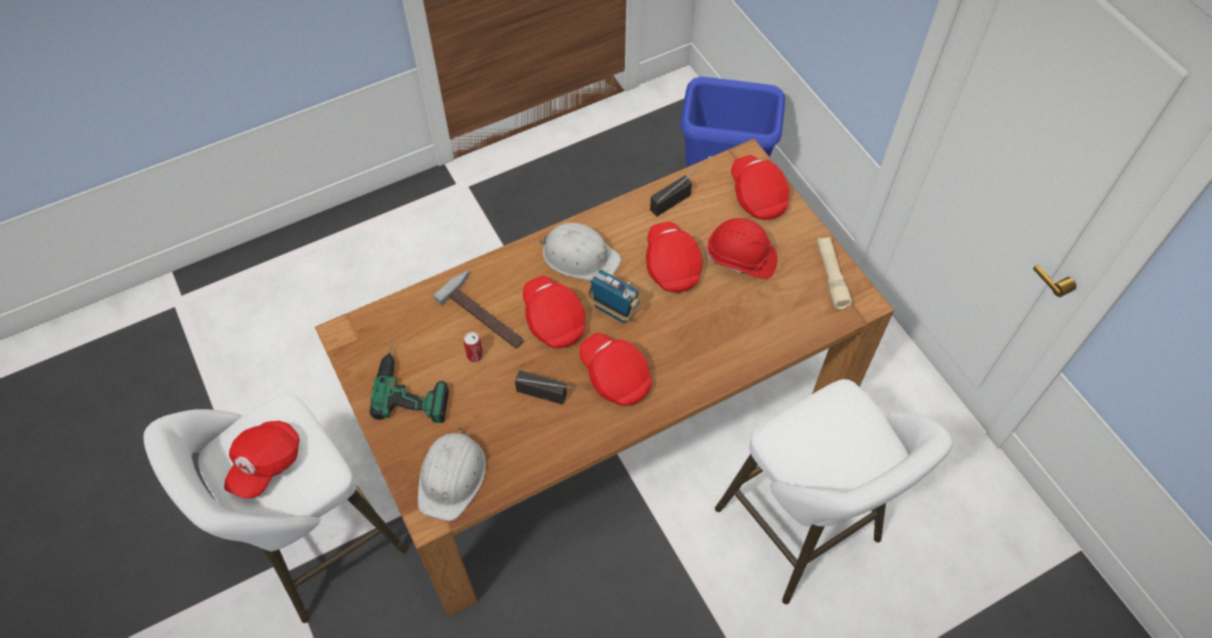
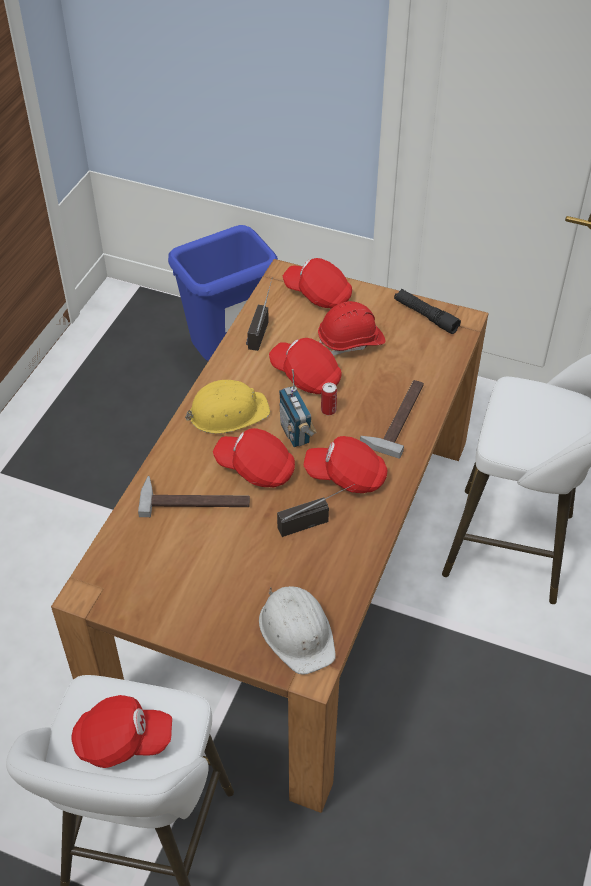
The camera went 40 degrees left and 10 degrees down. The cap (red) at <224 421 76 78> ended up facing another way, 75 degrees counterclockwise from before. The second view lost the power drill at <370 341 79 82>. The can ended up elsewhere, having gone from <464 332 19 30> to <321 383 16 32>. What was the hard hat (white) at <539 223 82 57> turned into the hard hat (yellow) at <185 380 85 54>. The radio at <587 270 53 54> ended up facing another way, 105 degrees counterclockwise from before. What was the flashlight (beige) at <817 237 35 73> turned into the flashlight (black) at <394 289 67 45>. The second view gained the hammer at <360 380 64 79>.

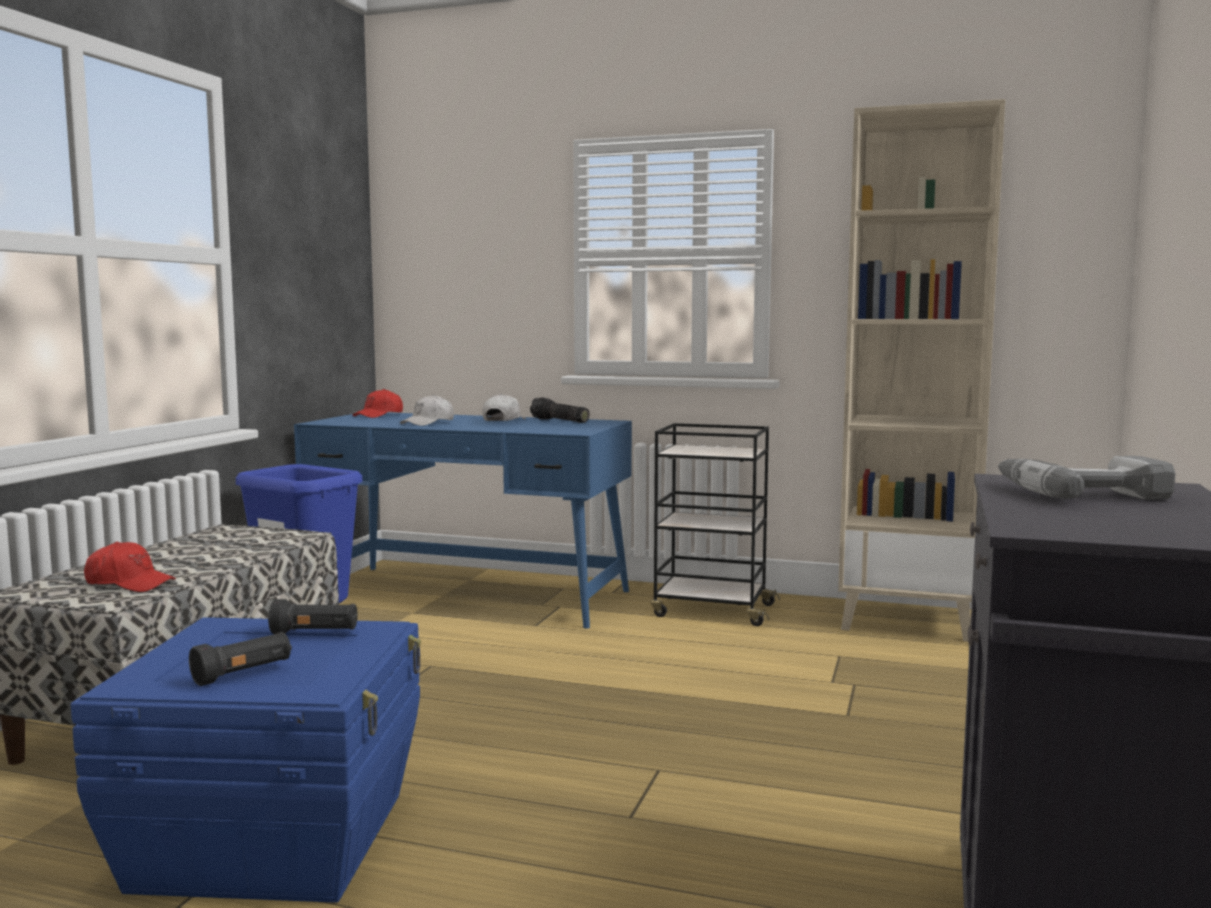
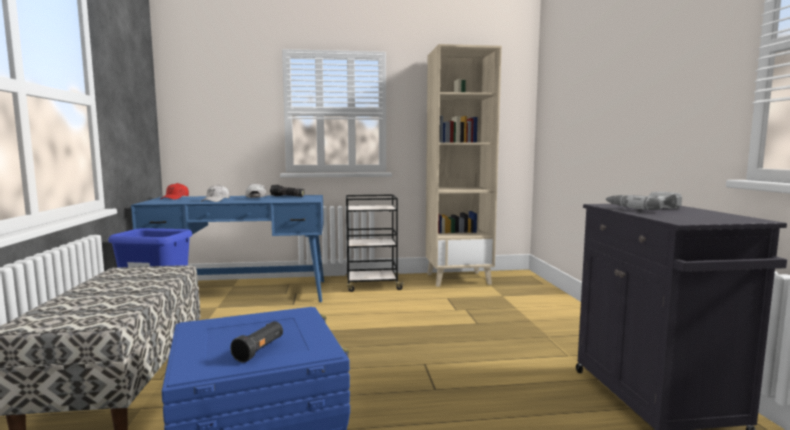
The camera went 25 degrees left and 0 degrees up. The second view lost the cap (red) at <84 541 92 51>. The second view lost the flashlight (black) at <268 599 90 35>.

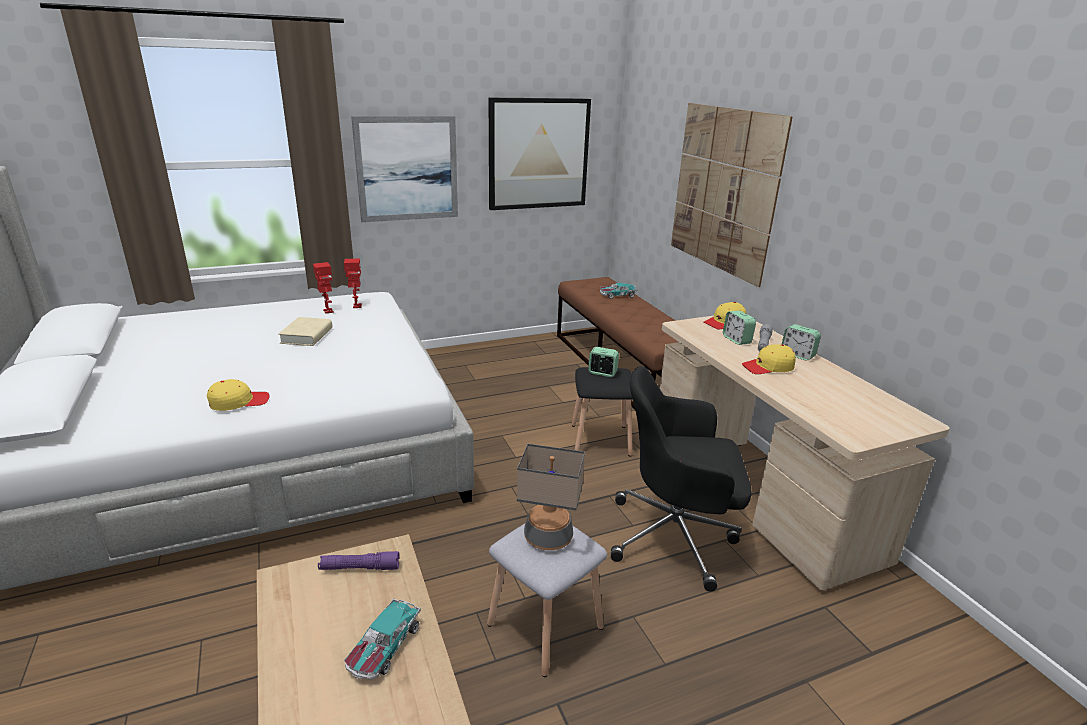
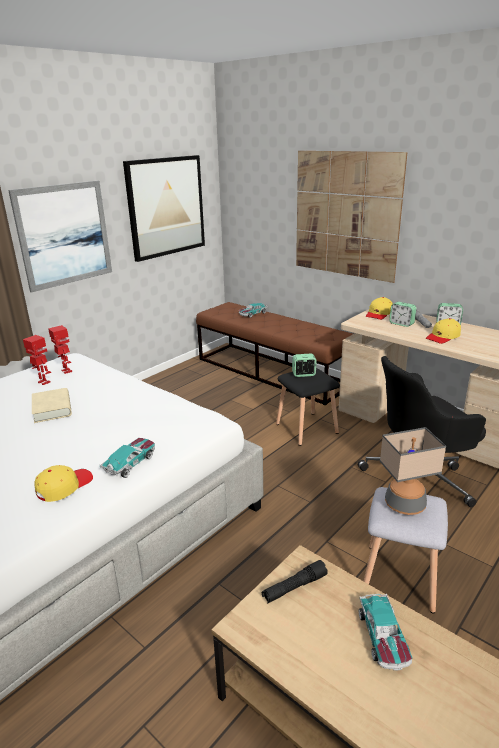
The camera went 25 degrees left and 0 degrees up. What was the flashlight (purple) at <318 551 82 19> turned into the flashlight (black) at <262 560 66 43>. The second view gained the toy car at <100 438 55 40>.

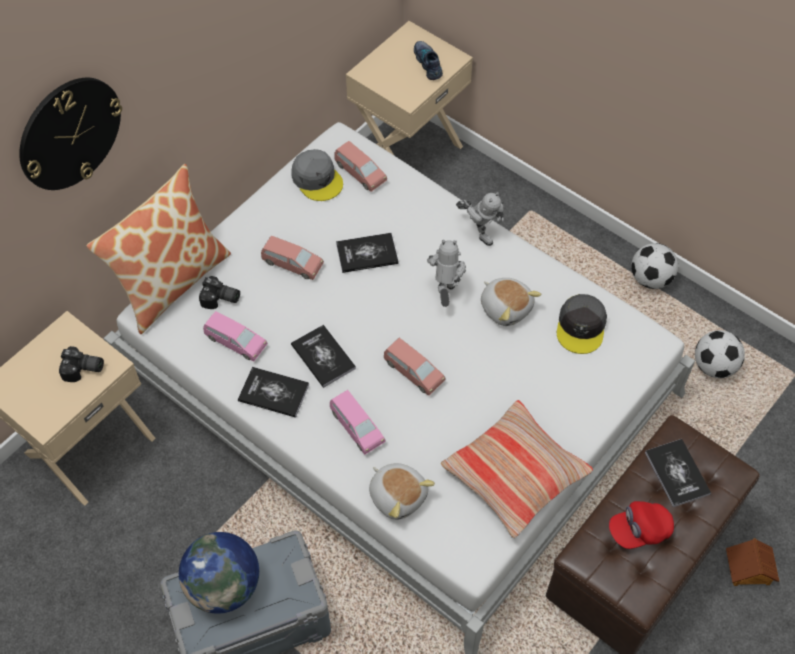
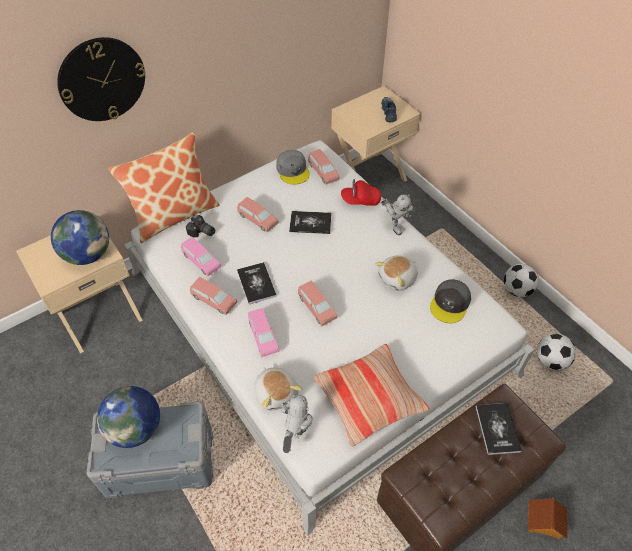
The camera went 15 degrees right and 5 degrees down. Where the photo camera stood at <59 346 45 36>, the globe came to stand at <51 210 58 55>. Where the book stood at <238 367 71 51>, the toy car (pink) came to stand at <190 277 47 38>. The toy robot ended up elsewhere, having gone from <427 240 39 67> to <281 394 32 59>. The plush toy at <481 278 61 48> ended up facing another way, 75 degrees clockwise from before. The cap (red) ended up elsewhere, having gone from <609 501 65 48> to <341 179 40 27>.

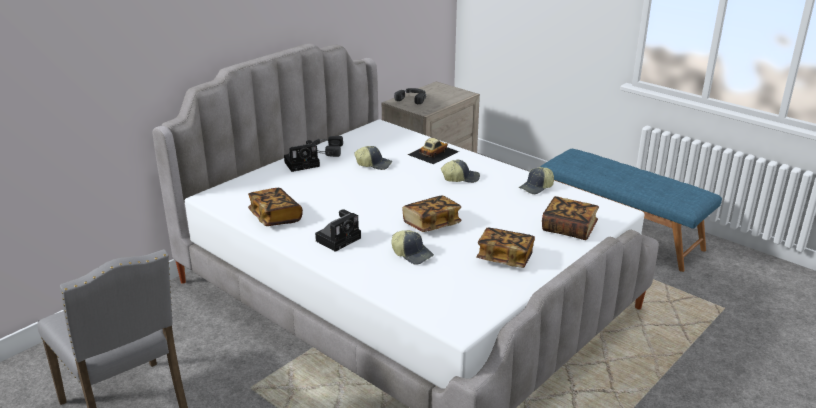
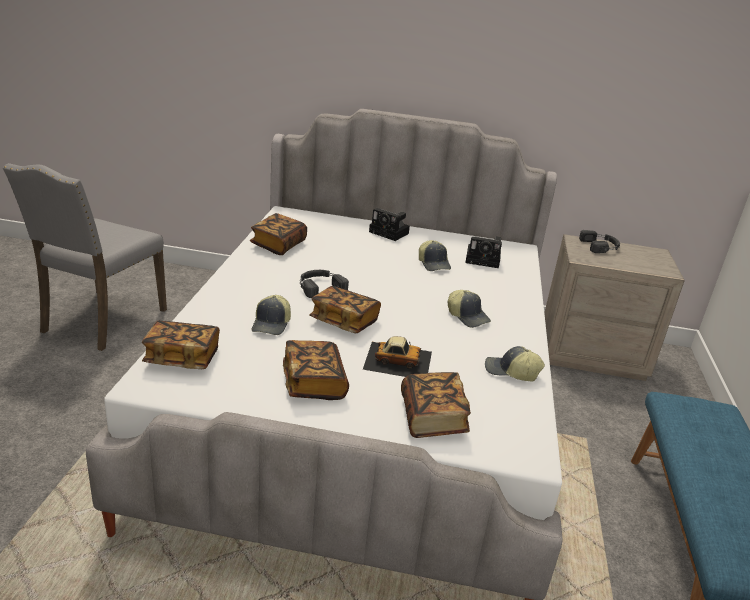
The camera went 55 degrees right and 0 degrees up. The headphones (black) ended up elsewhere, having gone from <313 136 30 21> to <300 270 49 28>. The photo camera ended up elsewhere, having gone from <315 209 46 43> to <465 236 37 32>. The toy car ended up elsewhere, having gone from <407 138 52 26> to <363 336 69 41>. The second view gained the book at <142 321 78 48>.

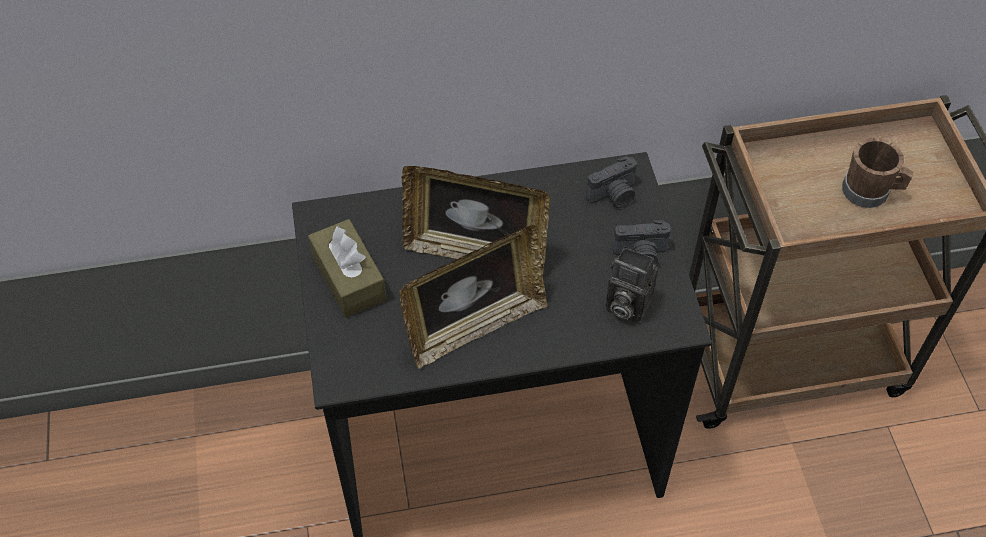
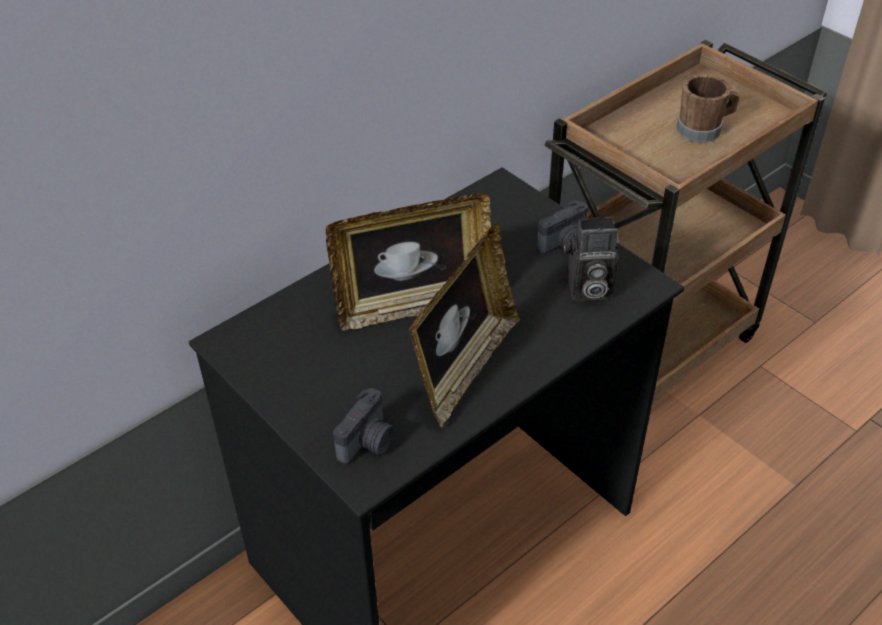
The camera went 30 degrees left and 10 degrees down. The second view lost the tissue box (brown) at <308 219 79 98>. The photo camera ended up elsewhere, having gone from <586 156 51 52> to <333 388 62 77>.

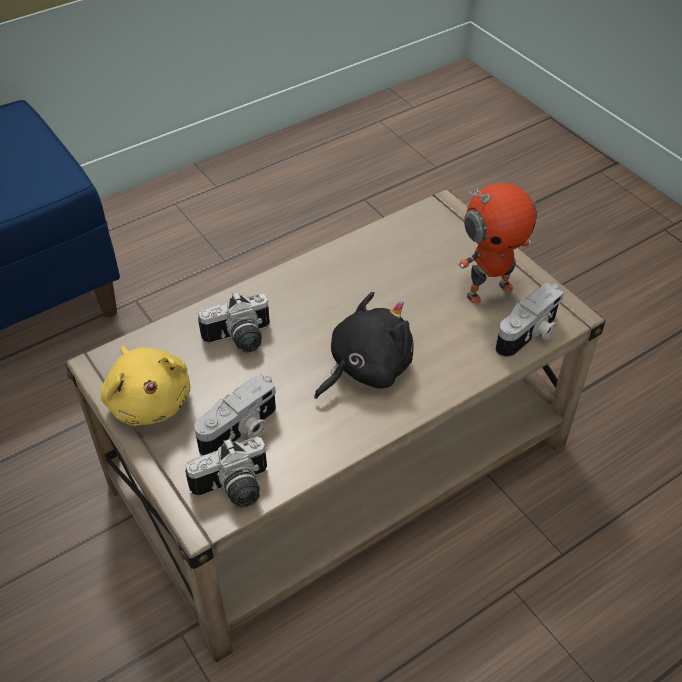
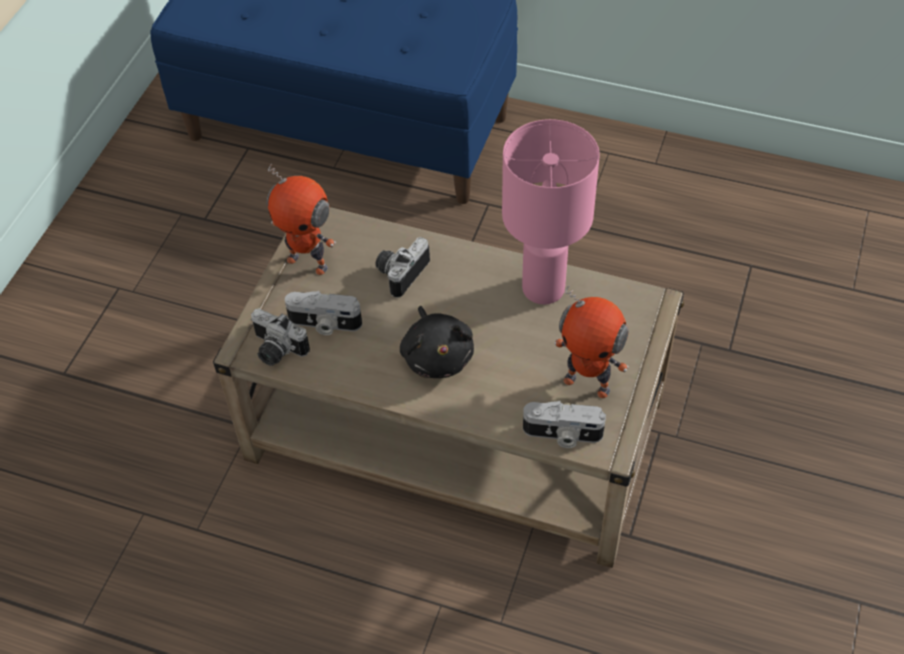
The camera went 55 degrees right and 5 degrees up. Where the plush toy (yellow) stood at <101 346 89 80>, the toy robot came to stand at <267 164 69 111>. The photo camera at <198 291 72 62> ended up facing another way, 90 degrees clockwise from before. The plush toy (black) at <314 292 99 107> ended up facing another way, 60 degrees clockwise from before. The second view gained the table lamp (pink) at <502 119 98 186>.

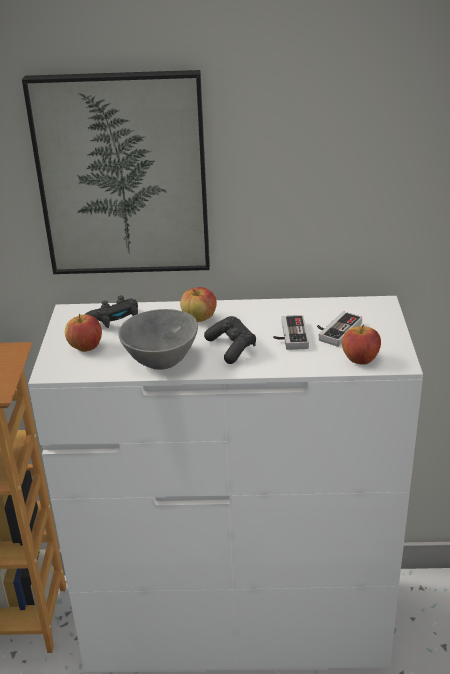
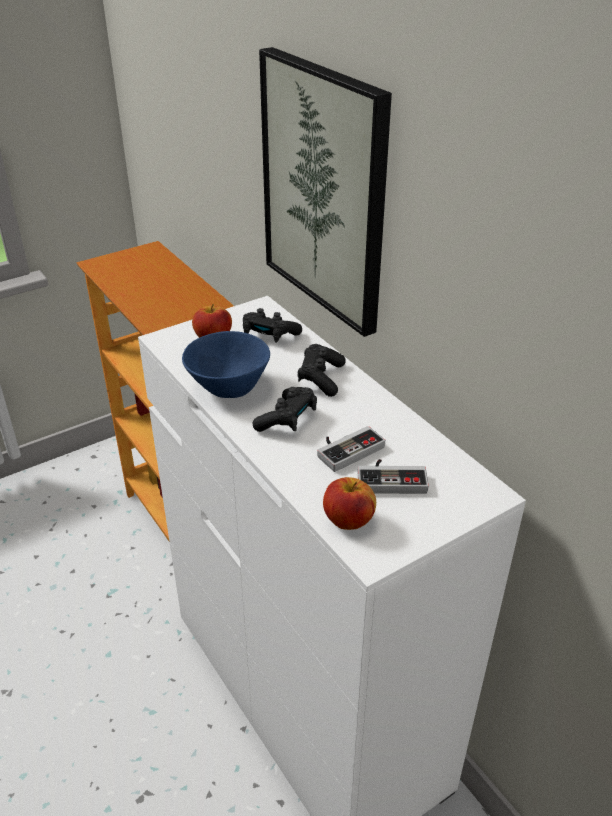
The camera went 55 degrees right and 5 degrees up. What was the bowl (grey) at <118 309 80 61> turned into the bowl (blue) at <182 331 88 67>. Where the apple stood at <180 287 37 35>, the game controller (black) came to stand at <297 344 48 53>.

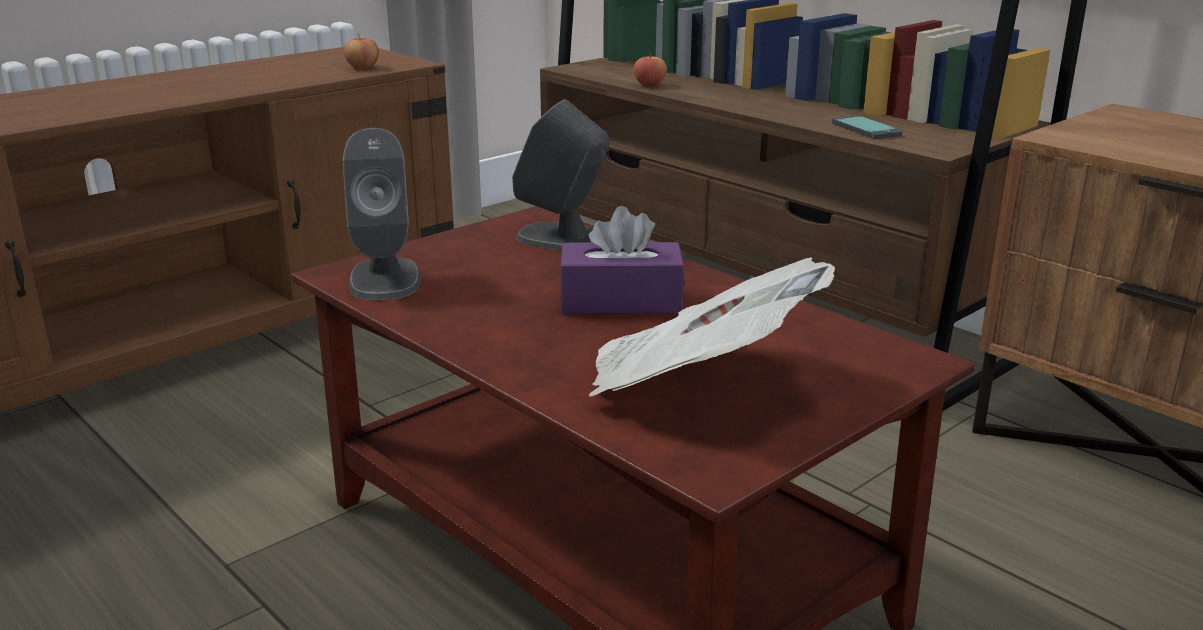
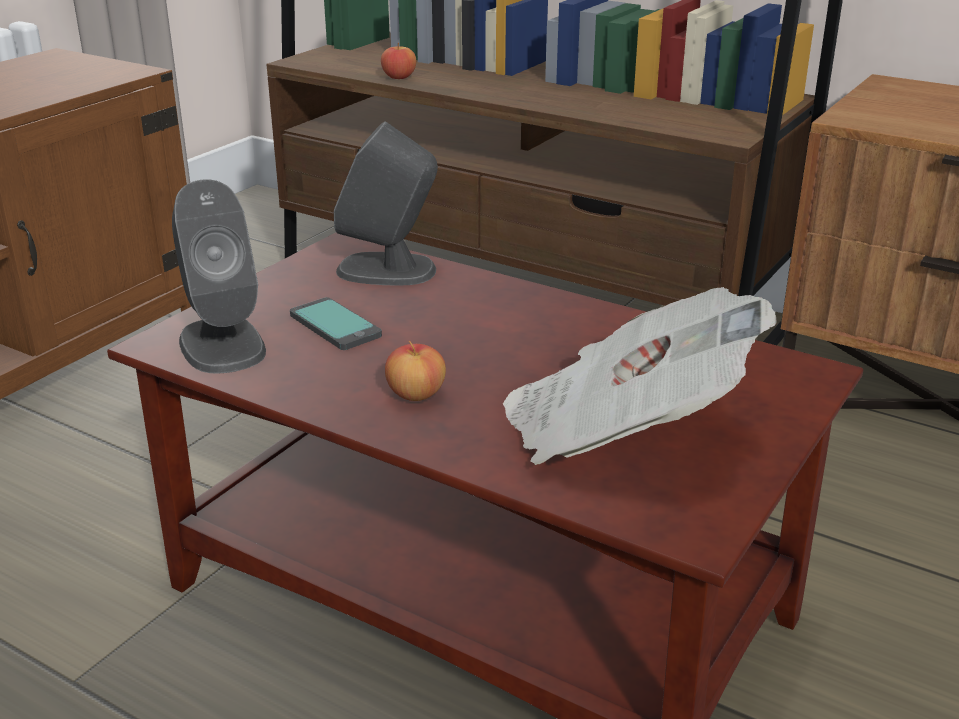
The camera went 15 degrees left and 5 degrees up. The apple ended up elsewhere, having gone from <344 33 35 36> to <385 341 61 60>. The second view lost the tissue box (purple) at <560 206 125 108>. The phone ended up elsewhere, having gone from <832 116 71 23> to <290 297 92 53>.

